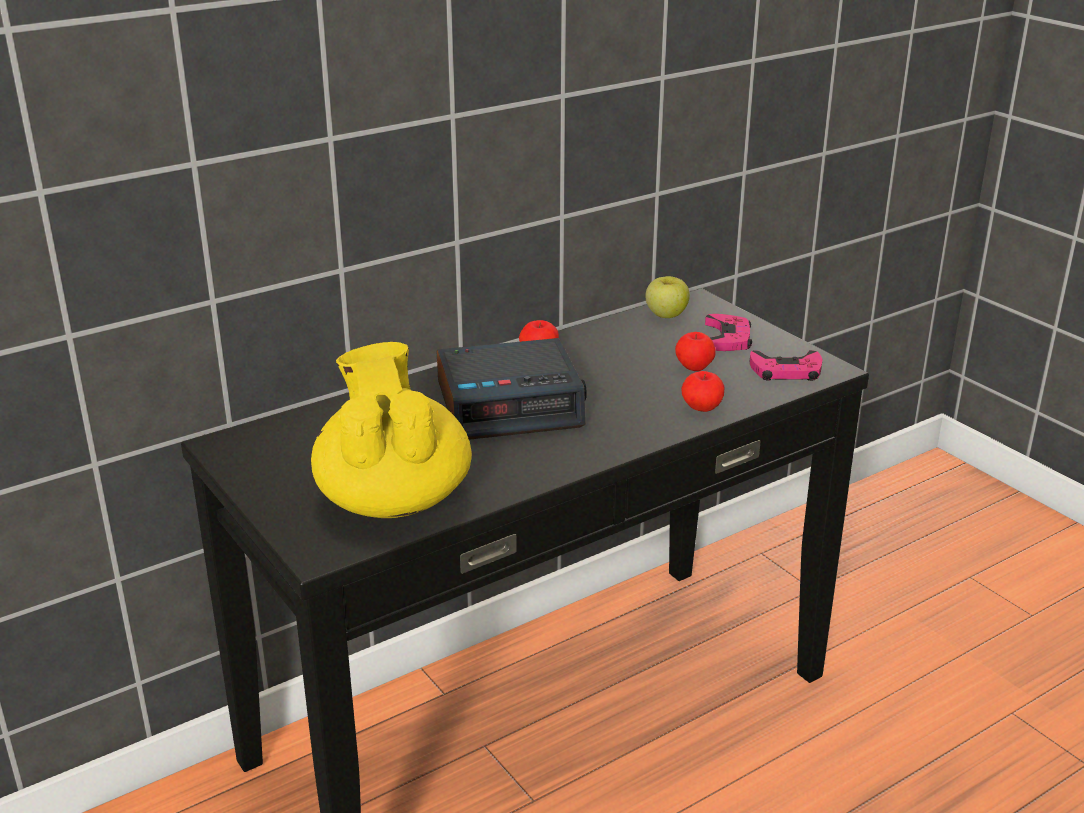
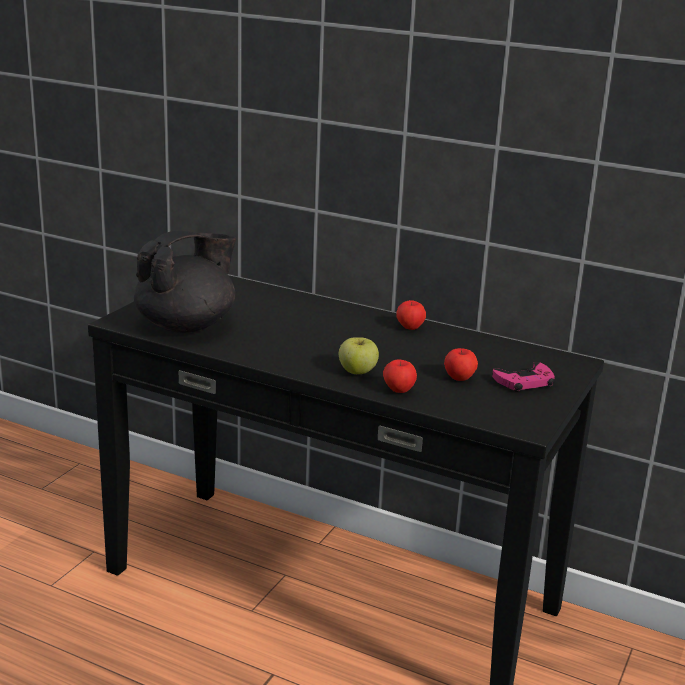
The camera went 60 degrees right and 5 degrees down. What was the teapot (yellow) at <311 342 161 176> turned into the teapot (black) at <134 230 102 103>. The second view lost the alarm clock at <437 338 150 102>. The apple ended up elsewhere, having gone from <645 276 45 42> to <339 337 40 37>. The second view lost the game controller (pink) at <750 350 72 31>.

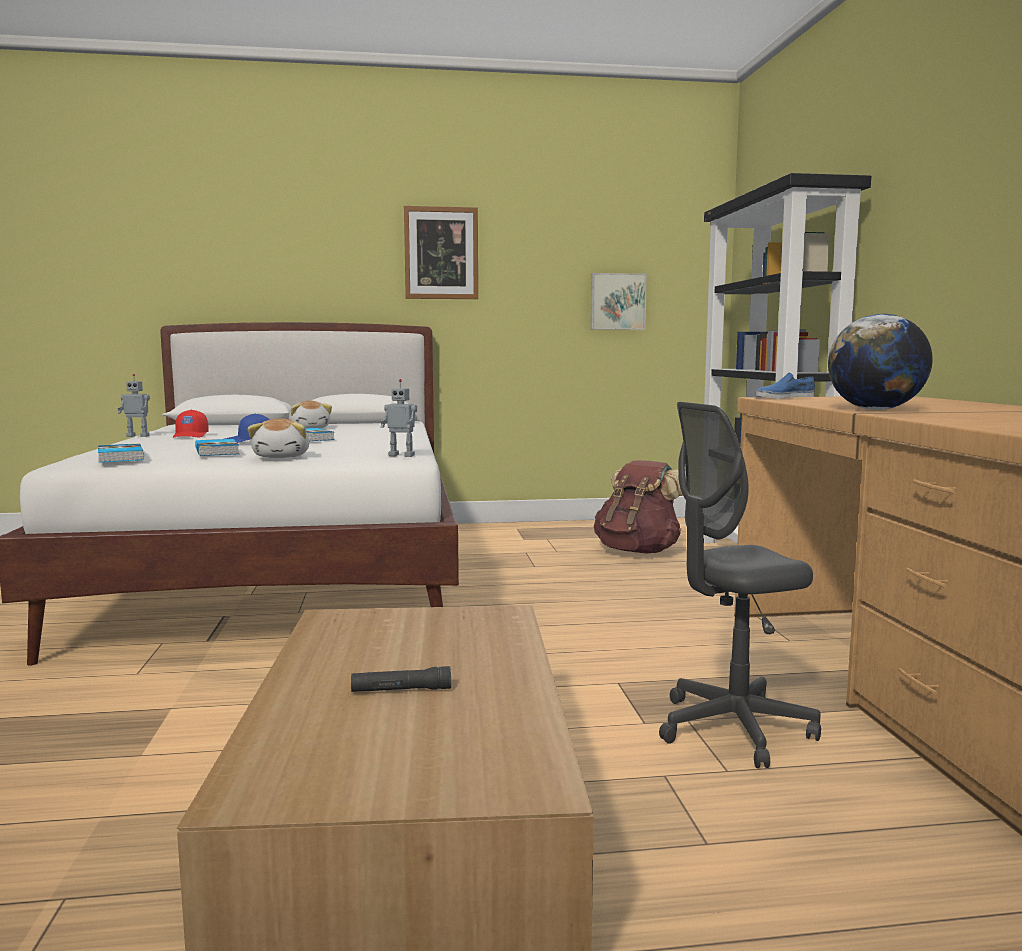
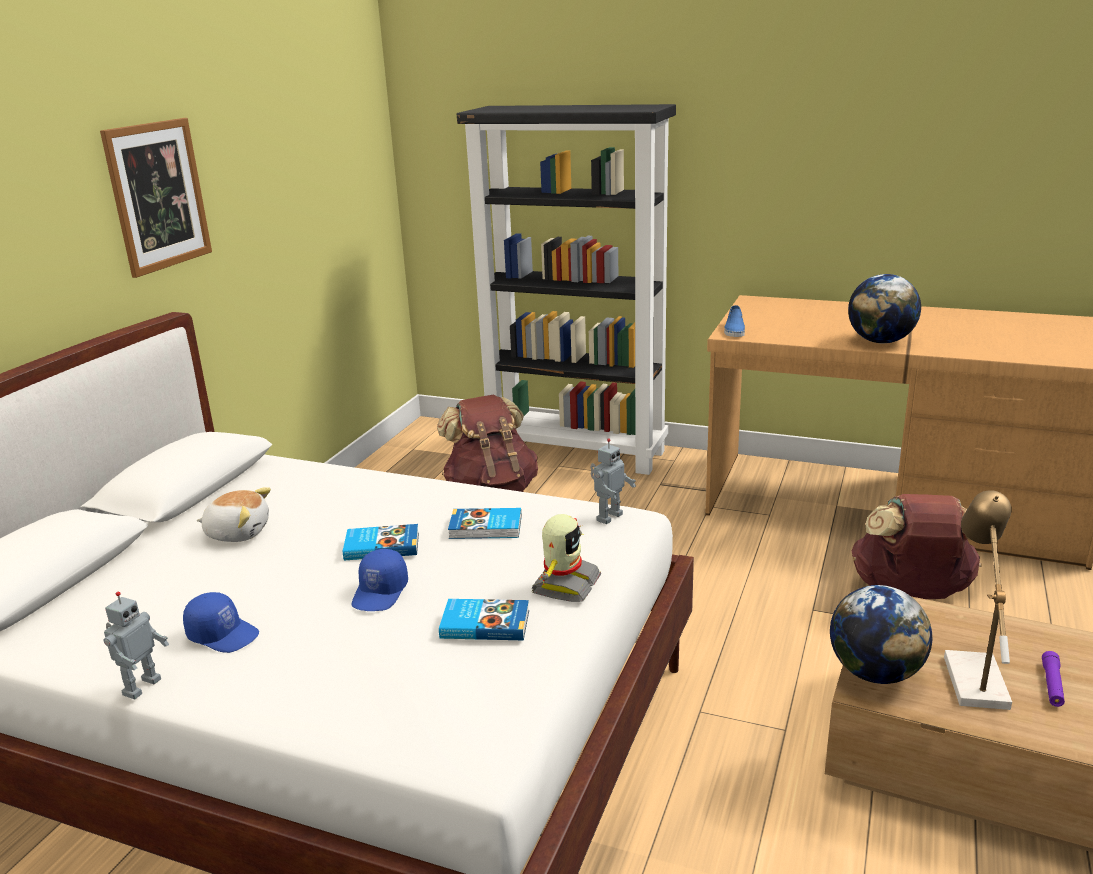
The camera went 60 degrees left and 15 degrees up. The book ended up elsewhere, having gone from <98 443 46 20> to <448 508 74 31>. What was the cap (red) at <173 410 36 28> turned into the cap (blue) at <183 592 76 61>. Where the plush toy stood at <248 418 61 40>, the toy robot came to stand at <531 514 70 88>. What was the flashlight (black) at <351 666 100 26> turned into the flashlight (purple) at <1042 651 23 56>. The second view lost the picture at <590 273 57 57>. Where the office chair (grey) stood at <659 402 162 366>, the backpack (brown) came to stand at <851 494 131 105>. The second view gained the globe at <830 585 102 99>. The second view gained the table lamp at <944 490 68 220>.

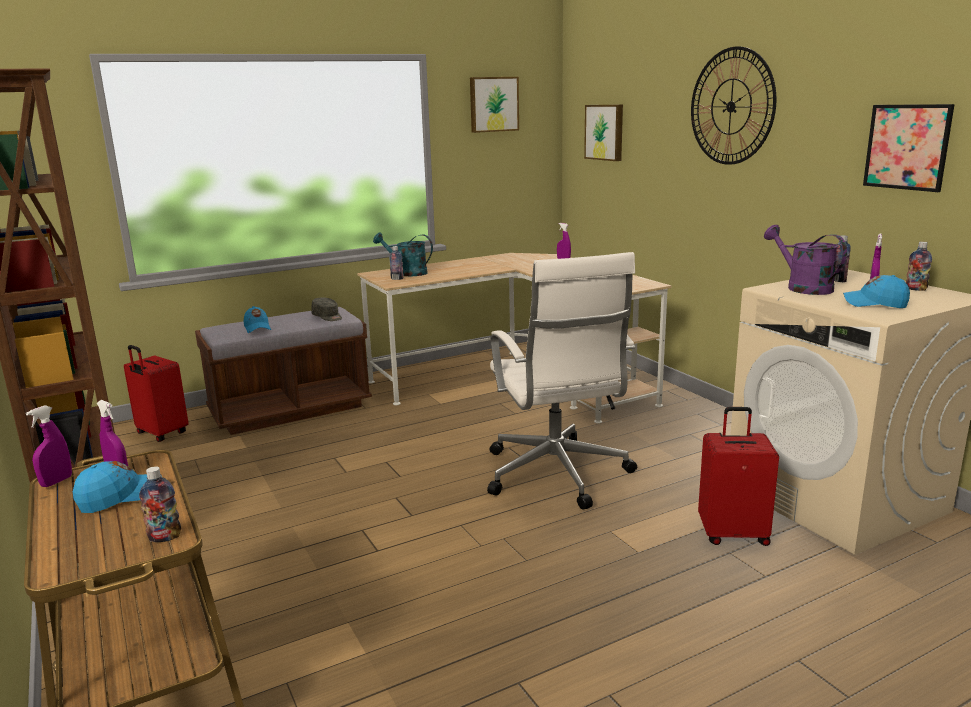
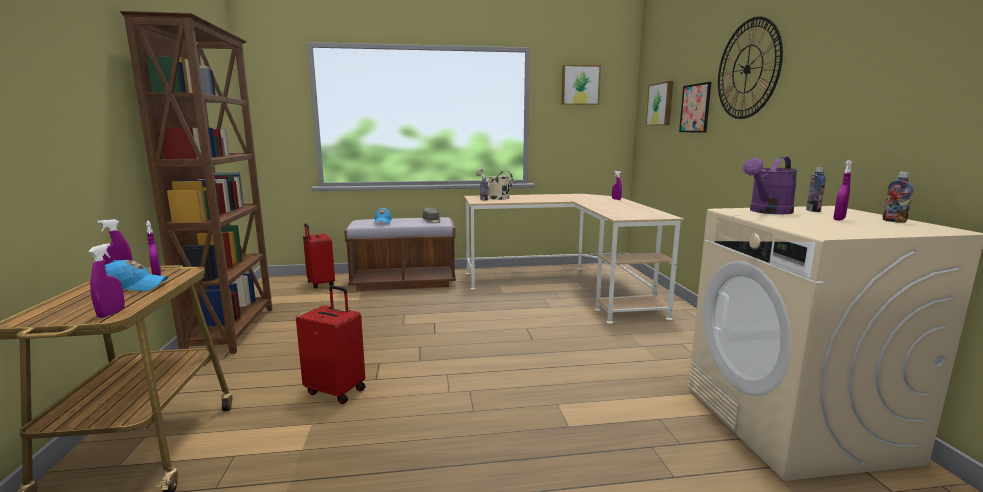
The camera went 20 degrees right and 5 degrees down. Where the bottle stood at <139 466 42 76>, the spray bottle (purple) came to stand at <88 243 37 75>. What was the watering can (turquoise) at <373 232 60 44> turned into the watering can (beige) at <476 168 37 32>. The second view lost the office chair (white) at <487 252 150 258>. The suitcase (red) ended up elsewhere, having gone from <698 407 81 139> to <296 286 69 118>. The watering can (purple) at <764 225 83 70> ended up facing another way, 120 degrees counterclockwise from before. The second view lost the cap (blue) at <843 275 67 33>. The picture ended up elsewhere, having gone from <863 104 92 88> to <679 82 32 50>.

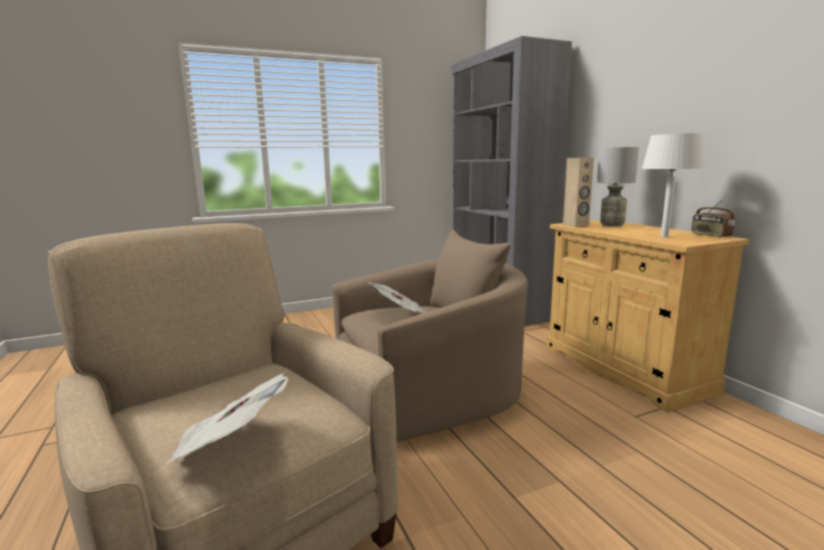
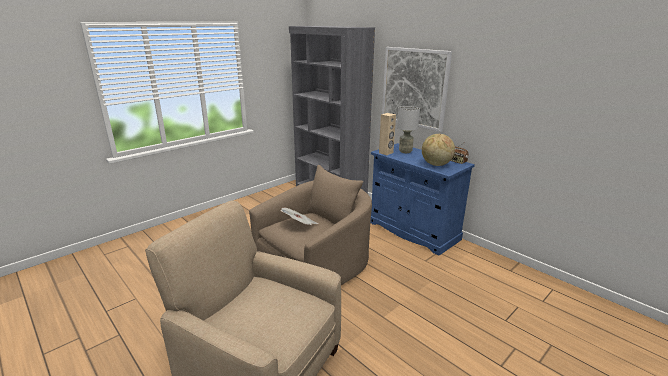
The camera went 20 degrees left and 10 degrees up. The second view lost the newspaper at <165 372 123 93>. What was the cabinet (beige) at <546 220 203 192> turned into the cabinet (blue) at <370 143 105 113>. Where the table lamp (white) stood at <642 133 63 104>, the globe came to stand at <422 134 33 32>. The second view gained the picture at <382 47 70 85>.

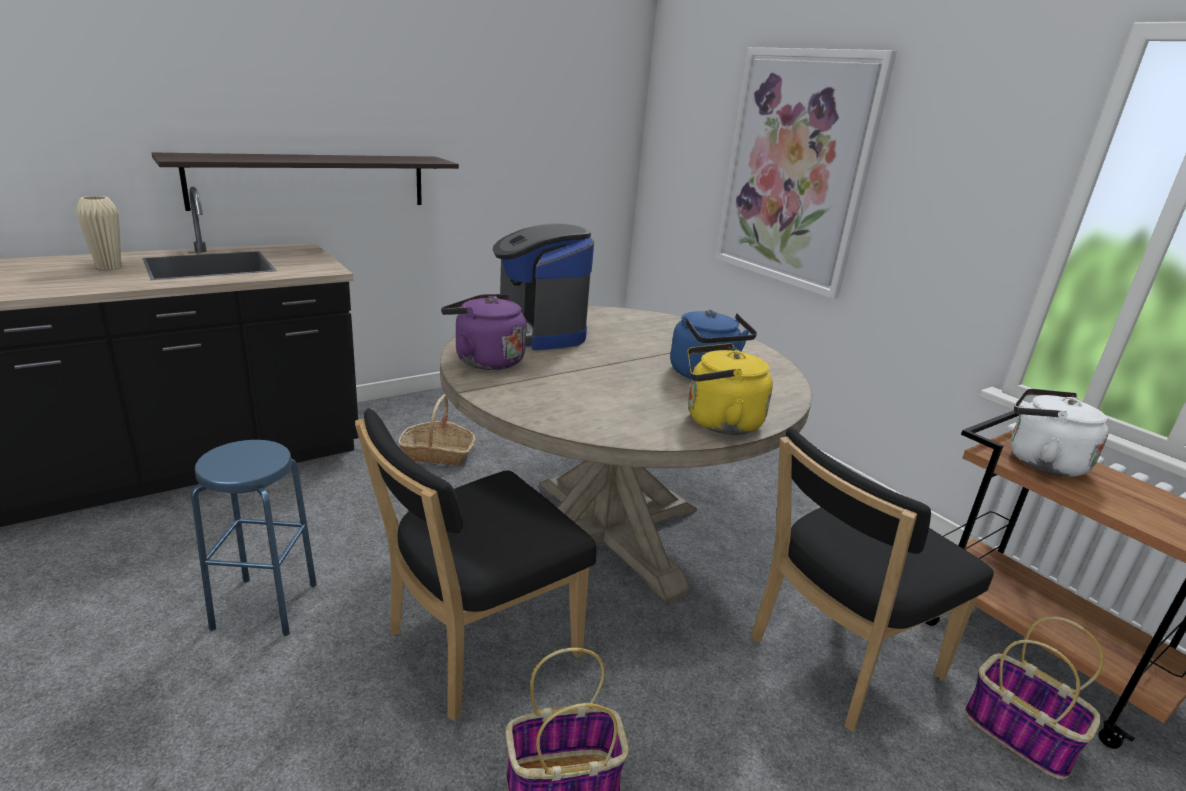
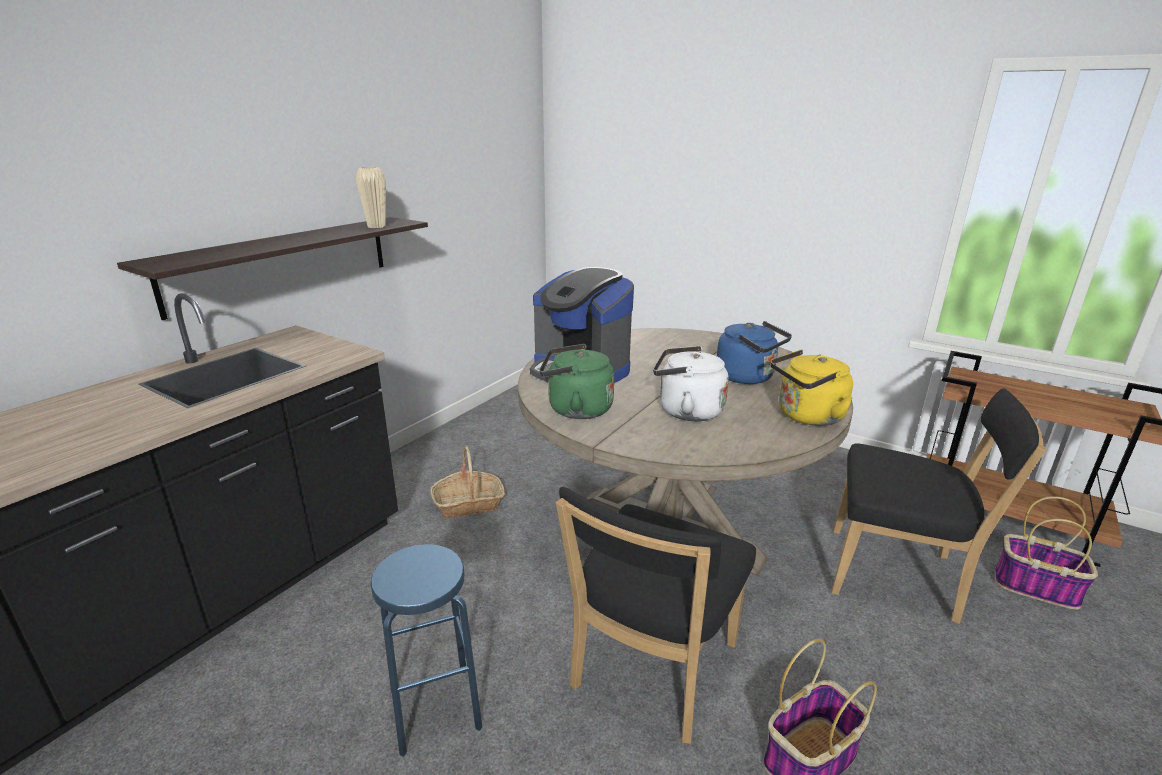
The camera went 20 degrees left and 0 degrees up. The vase (beige) ended up elsewhere, having gone from <76 196 45 74> to <356 167 30 61>. What was the kettle (purple) at <441 294 85 76> turned into the kettle (green) at <540 344 74 75>. The second view lost the picture at <715 47 182 252>. The chair (black) at <751 427 243 305> ended up facing another way, 105 degrees counterclockwise from before. The kettle (white) ended up elsewhere, having gone from <1011 388 97 89> to <653 346 76 75>.

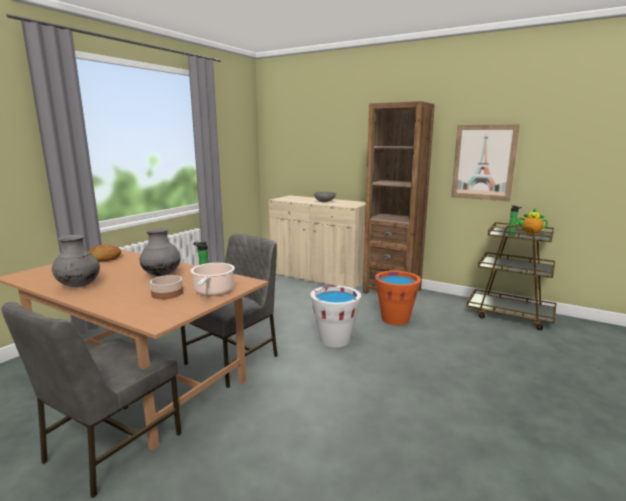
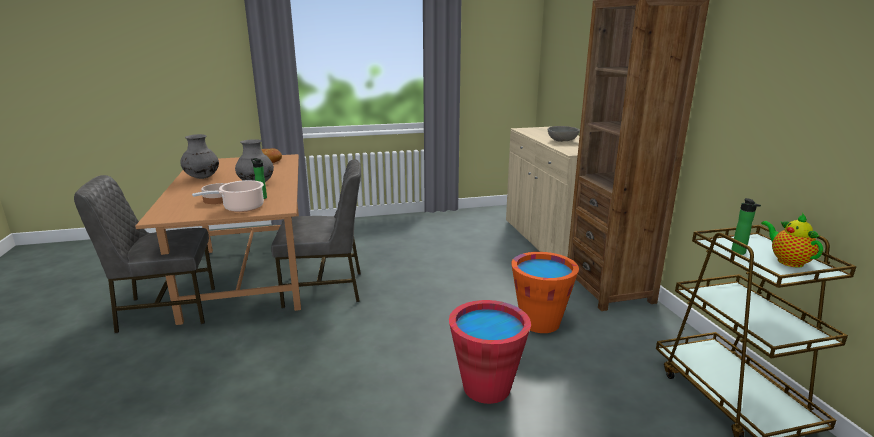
The camera went 45 degrees right and 5 degrees up. The second view lost the bucket (white) at <311 286 50 61>. The second view lost the picture at <451 124 69 77>. The second view gained the bucket (red) at <449 300 82 104>.

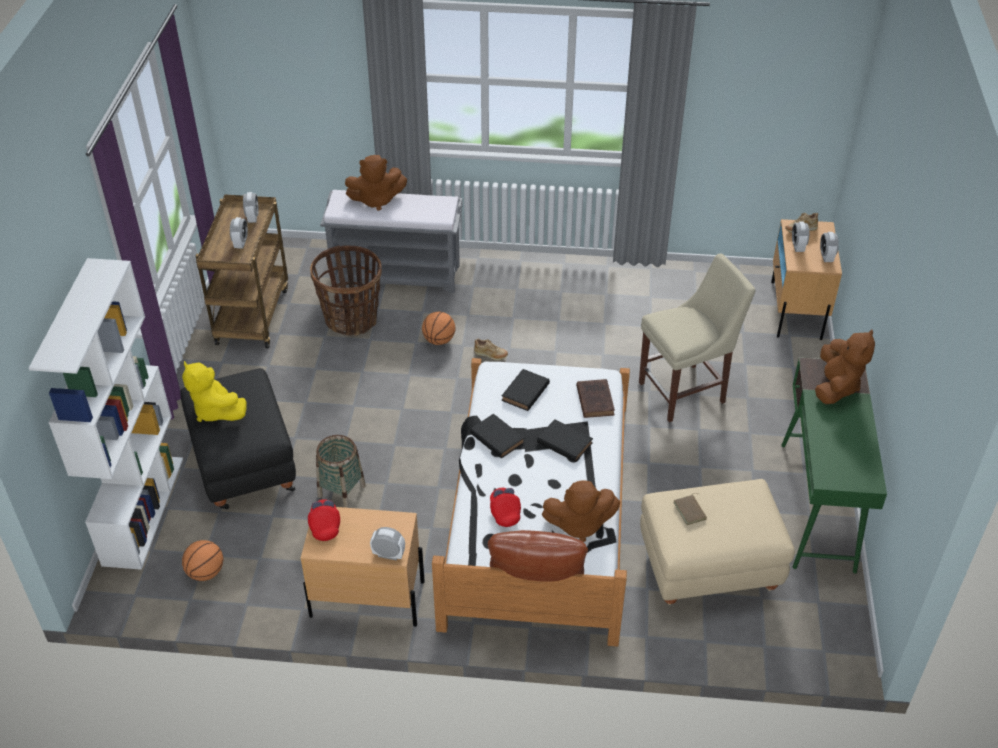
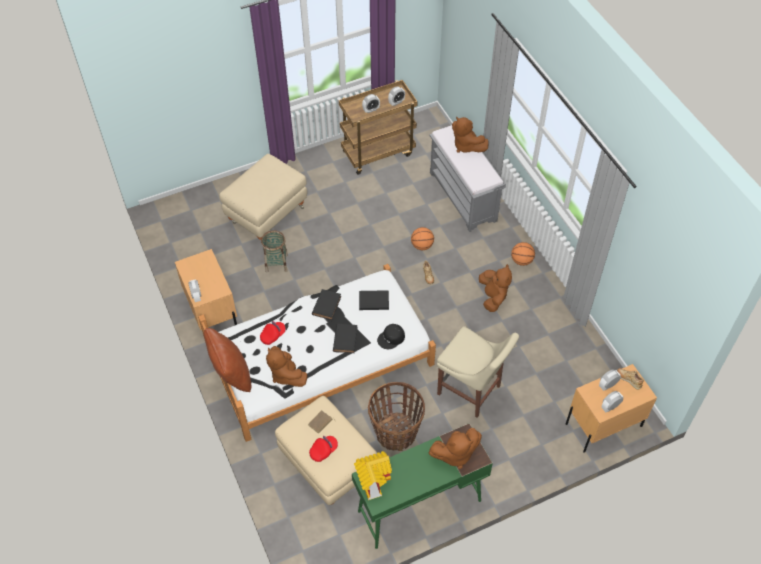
The camera went 60 degrees right and 10 degrees up. The second view lost the bookcase (white) at <29 258 154 312>. What was the ottoman (black) at <180 368 116 141> turned into the ottoman (beige) at <219 154 88 86>. The second view lost the plush toy (yellow) at <182 361 65 61>. The basketball ended up elsewhere, having gone from <182 540 41 41> to <511 242 24 24>. The cap (red) ended up elsewhere, having gone from <308 499 32 42> to <309 436 29 26>. The basket ended up elsewhere, having gone from <310 245 72 91> to <368 382 57 69>. Where the book (brown) stood at <576 379 39 39>, the cap (black) came to stand at <377 324 28 25>. The second view gained the toy house at <354 451 38 49>. The second view gained the plush toy (brown) at <479 264 33 48>.

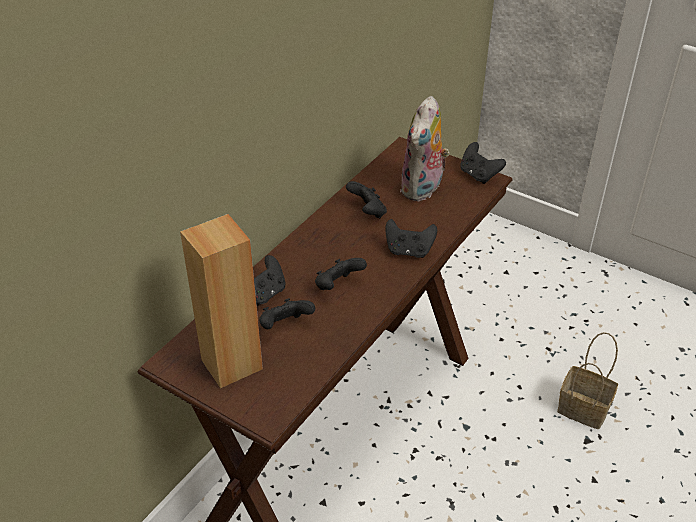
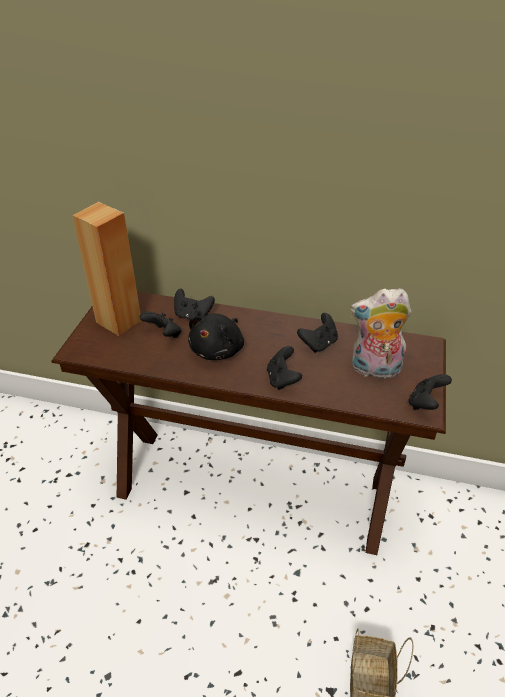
The camera went 70 degrees right and 0 degrees up. Where the game controller (black) stood at <315 258 52 32>, the plush toy (black) came to stand at <188 314 56 46>.

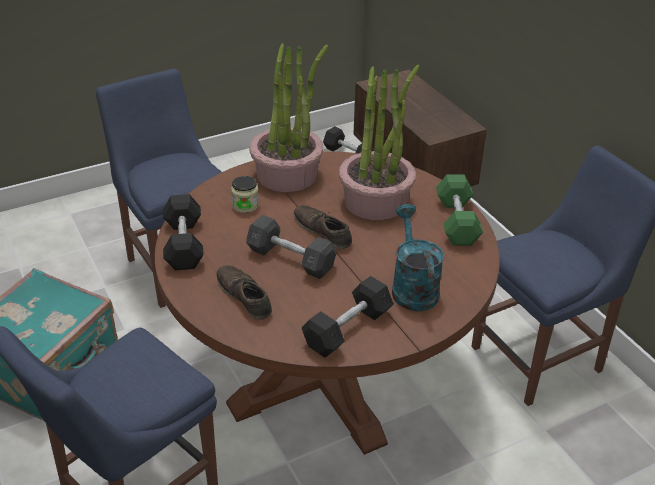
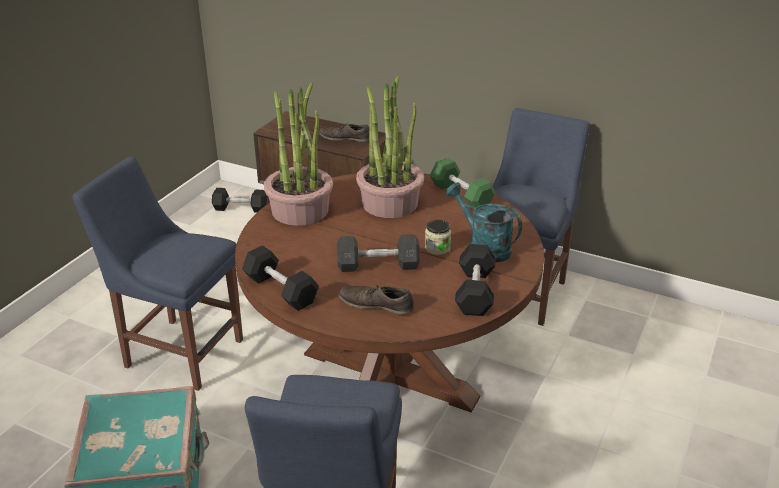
The camera went 35 degrees left and 5 degrees down. The jar ended up elsewhere, having gone from <231 176 28 37> to <425 220 26 35>. The shoe (brown) ended up elsewhere, having gone from <294 205 58 44> to <319 123 50 19>.

